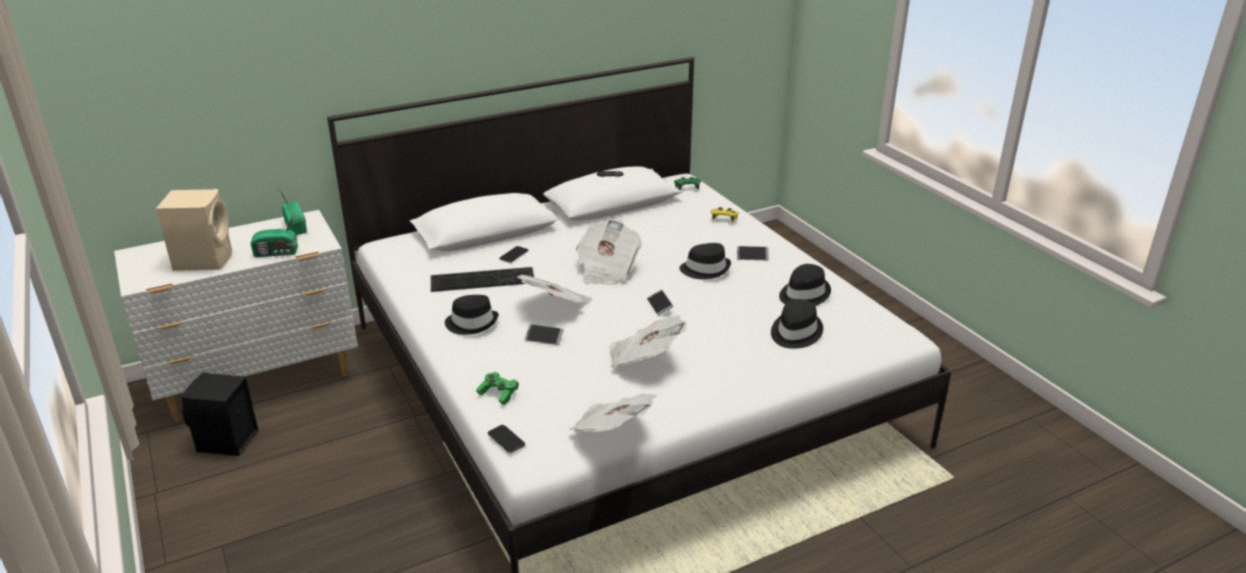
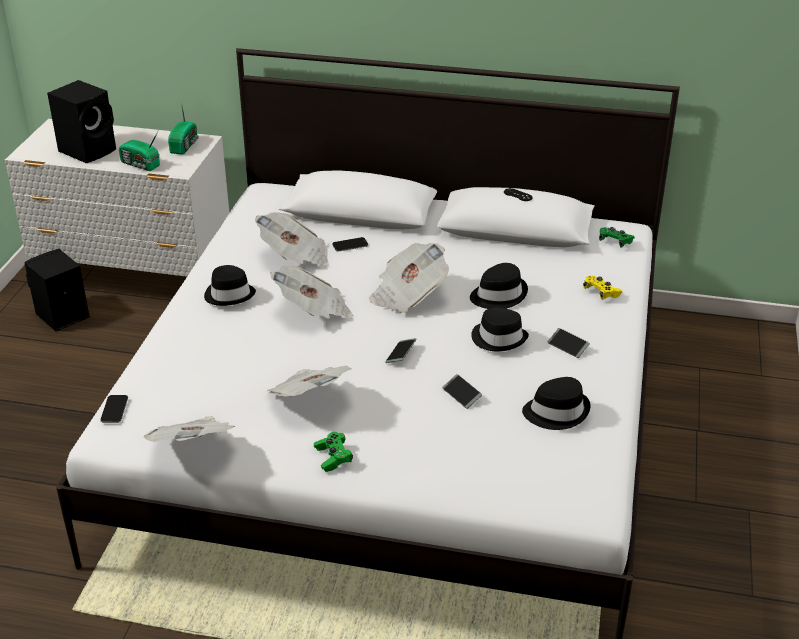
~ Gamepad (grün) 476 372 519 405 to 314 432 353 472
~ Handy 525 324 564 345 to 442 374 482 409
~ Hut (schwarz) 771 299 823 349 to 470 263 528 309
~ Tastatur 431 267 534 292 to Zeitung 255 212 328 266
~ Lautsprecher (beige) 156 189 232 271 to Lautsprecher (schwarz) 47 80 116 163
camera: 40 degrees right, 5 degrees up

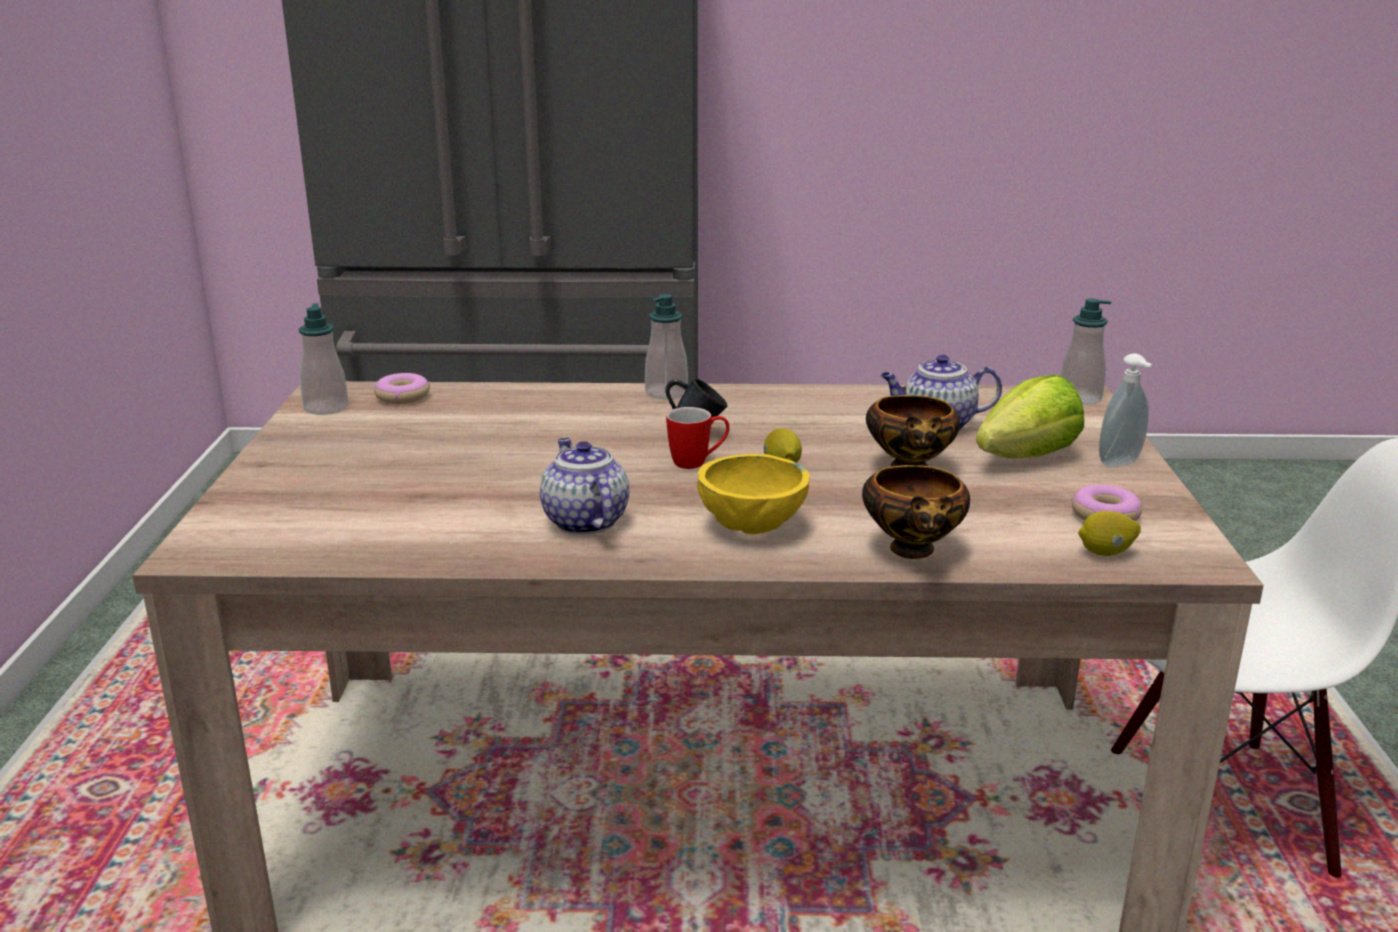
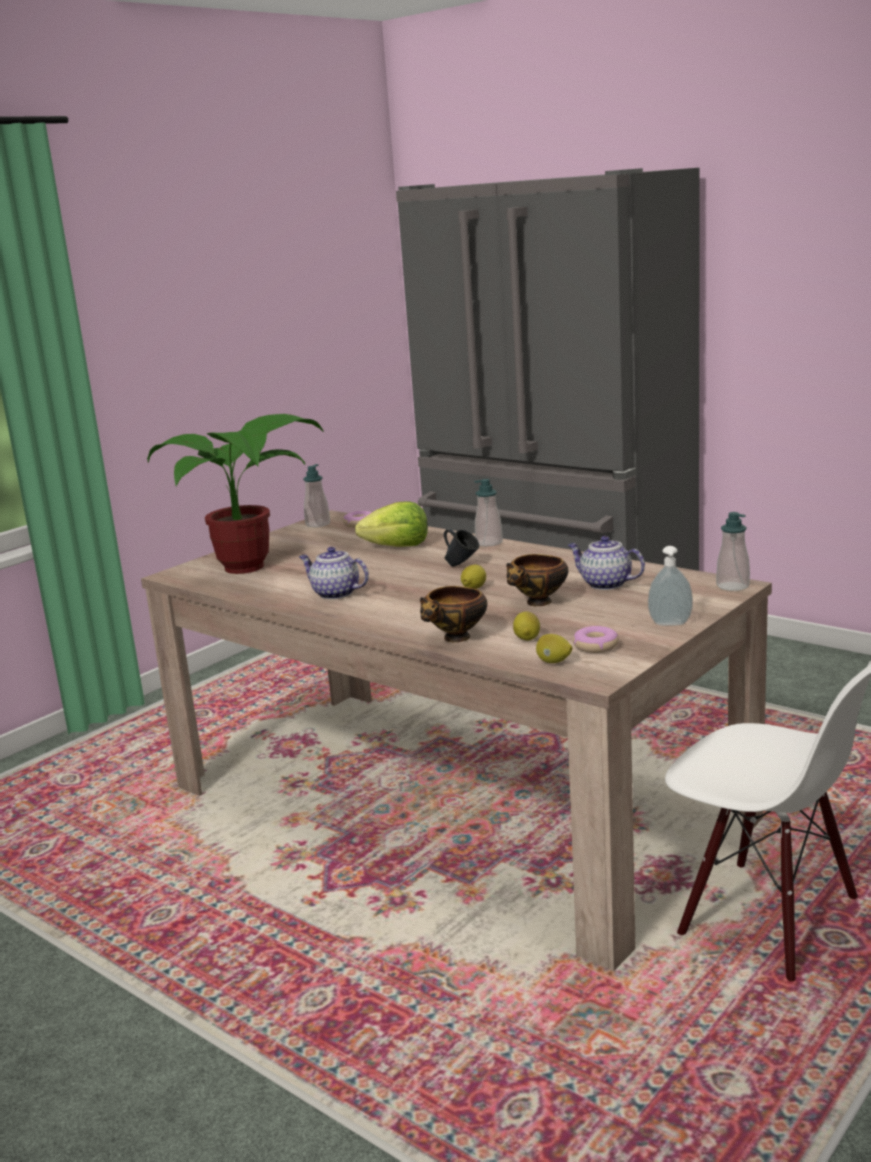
- Henkelbecher 666 407 729 469
- Schüssel (gelb) 697 454 810 534
+ Topfpflanze 147 414 324 574
+ Zitrone 513 611 540 641
~ Salatkopf 976 375 1084 459 to 355 502 428 547
~ Teekanne 540 438 629 535 = 299 547 369 599 75 degrees counterclockwise
camera: 40 degrees right, 5 degrees down

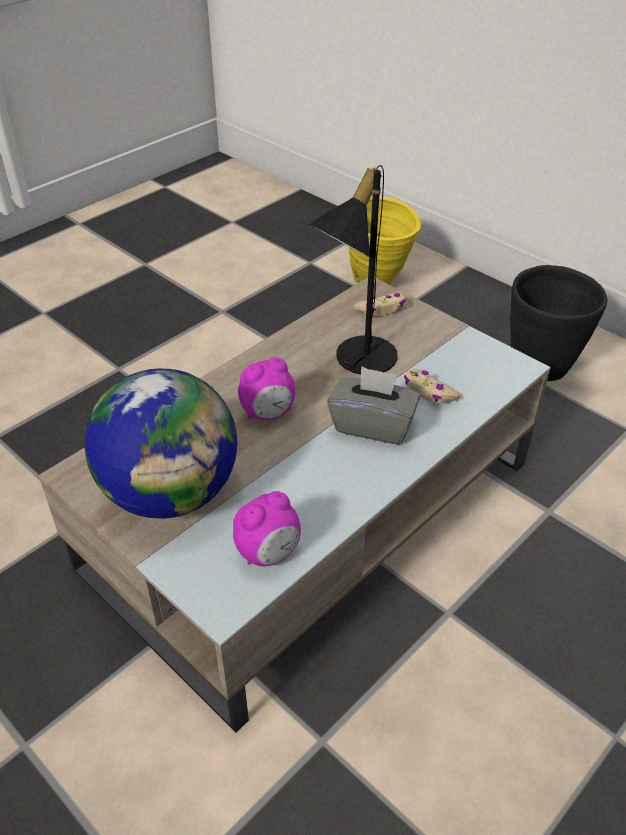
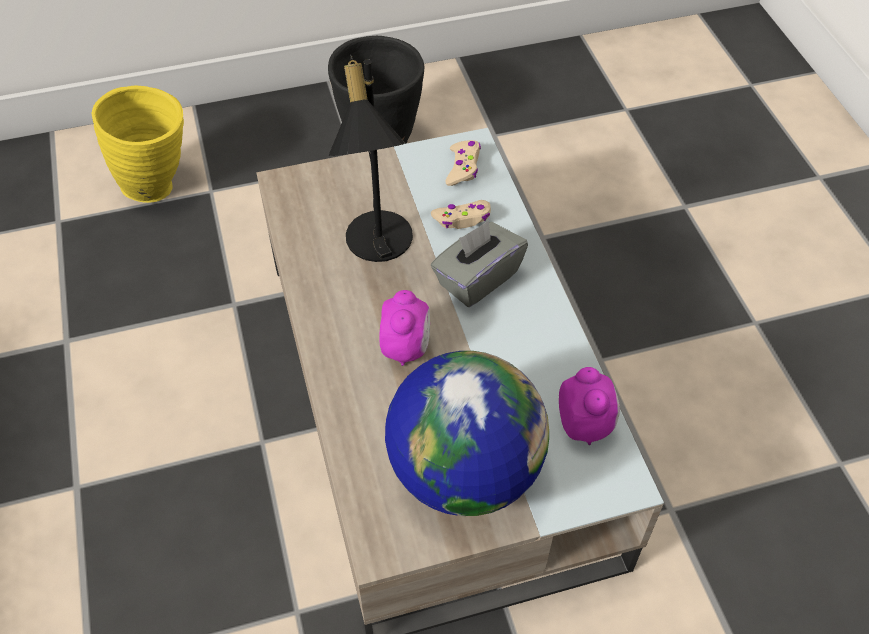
~ Gamepad (beige) 353 293 406 316 to 445 140 481 186
camera: 60 degrees left, 10 degrees up

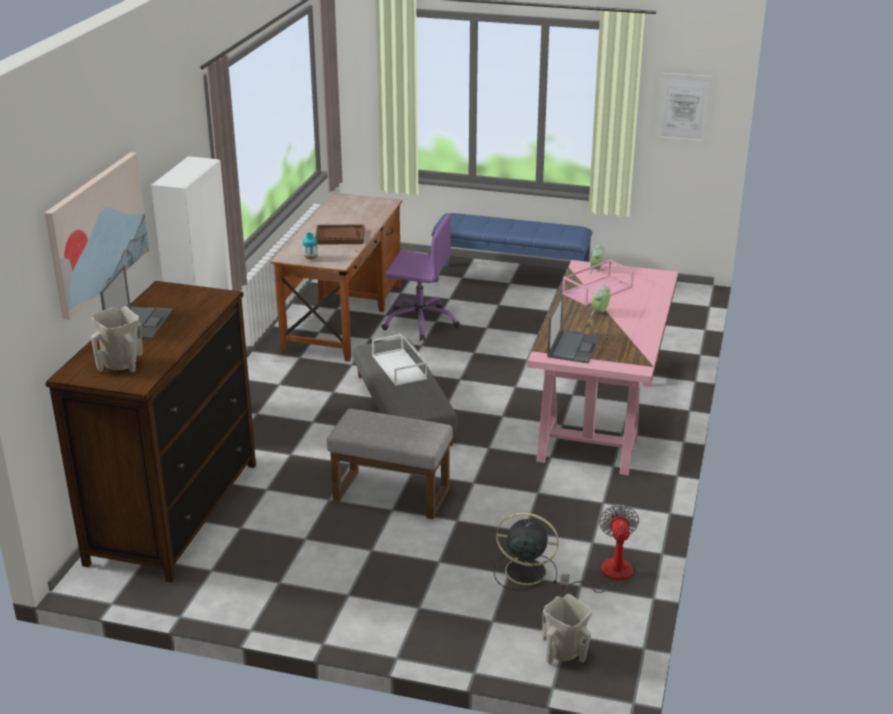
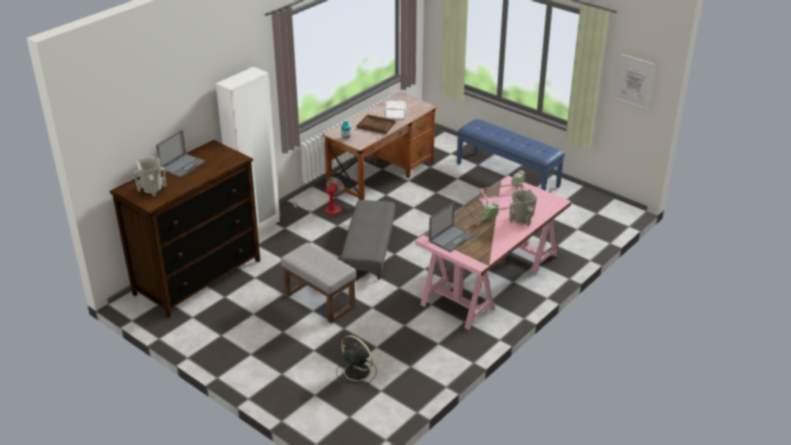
- Bild 44 152 149 320
- Bürostuhl (lila) 381 214 460 341
~ Tablett (weiß) 372 334 427 386 to 385 91 406 119
~ Vase (beige) 542 594 592 665 to 509 189 537 226
~ Ventilator 560 505 639 593 to 293 177 344 217
camera: 25 degrees right, 5 degrees up

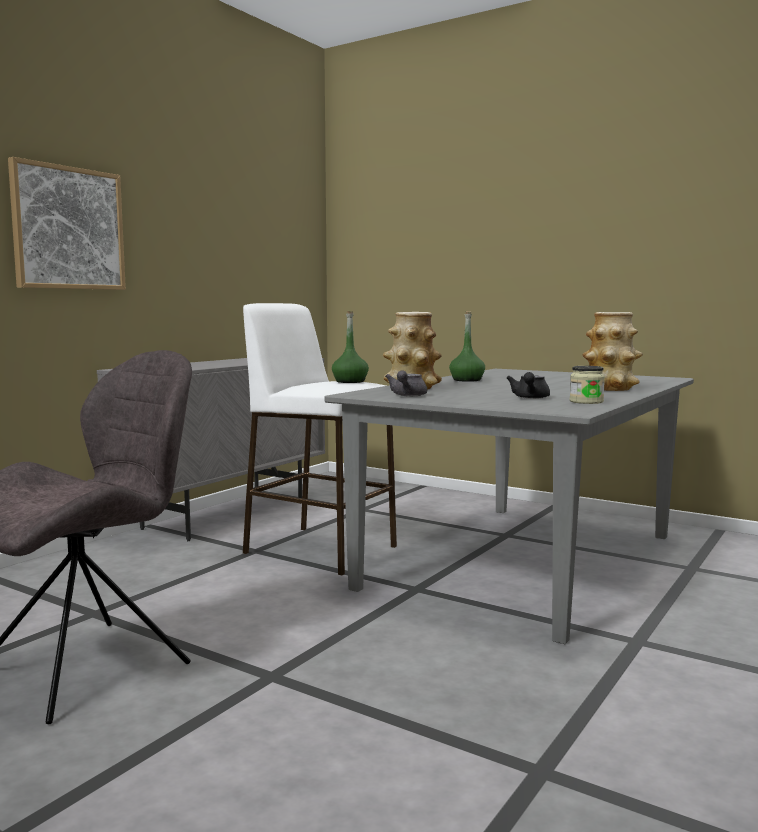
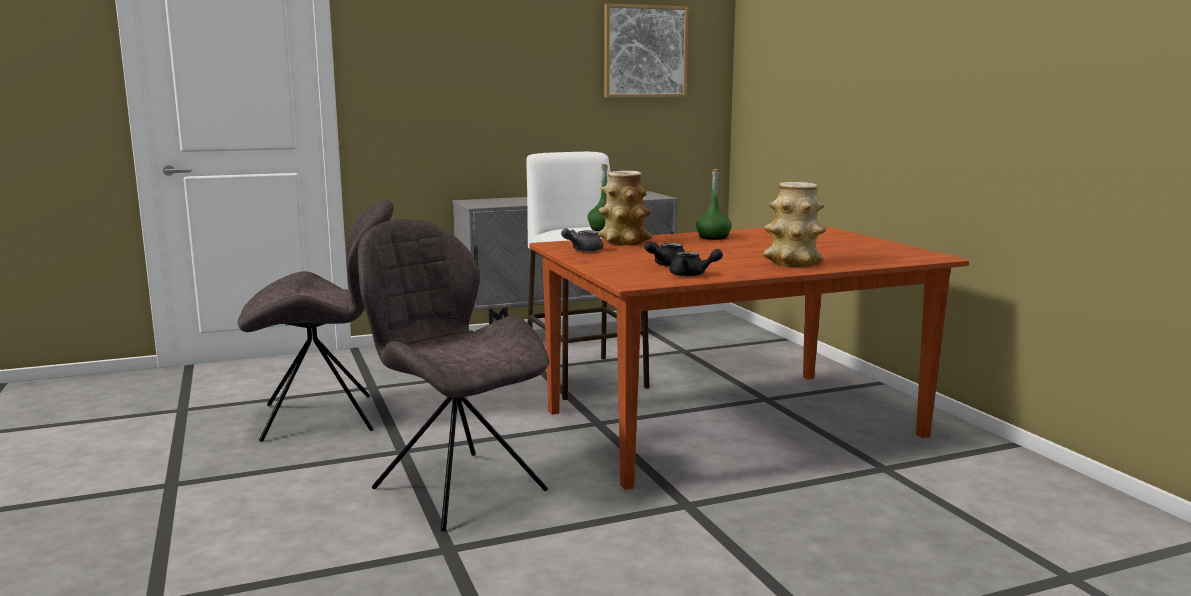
+ Stuhl (grau) 358 219 549 531
~ Bild 8 157 126 290 to 604 4 688 97
~ Vorratsglas 570 366 605 404 to Teekanne (schwarz) 670 249 723 277
~ Esstisch (grau) 324 369 694 644 to Esstisch (braun) 529 225 969 490
camera: 35 degrees right, 5 degrees up

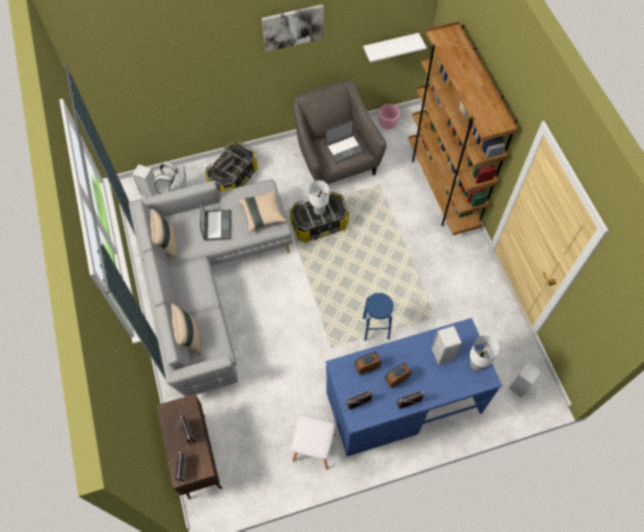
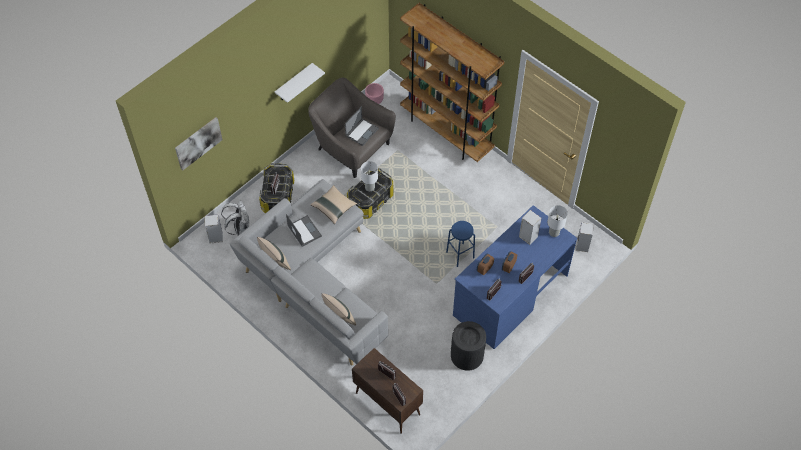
~ Bild 262 4 324 52 to 175 117 222 170
~ Wandregal (weiß) 363 33 427 62 to 275 63 325 103
~ Hocker (weiß) 291 415 336 470 to Mülleimer (schwarz) 451 321 486 371
camera: 30 degrees left, 5 degrees down

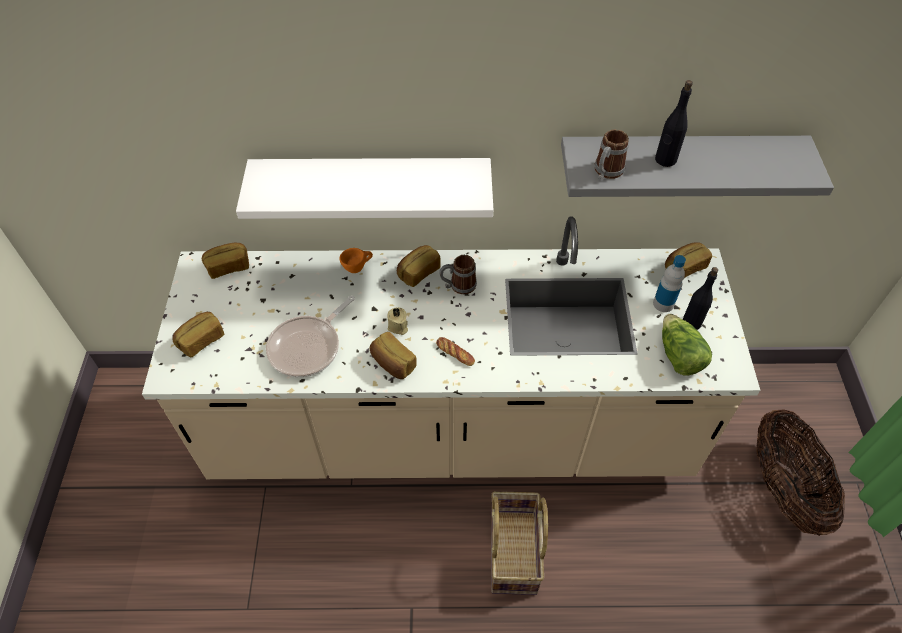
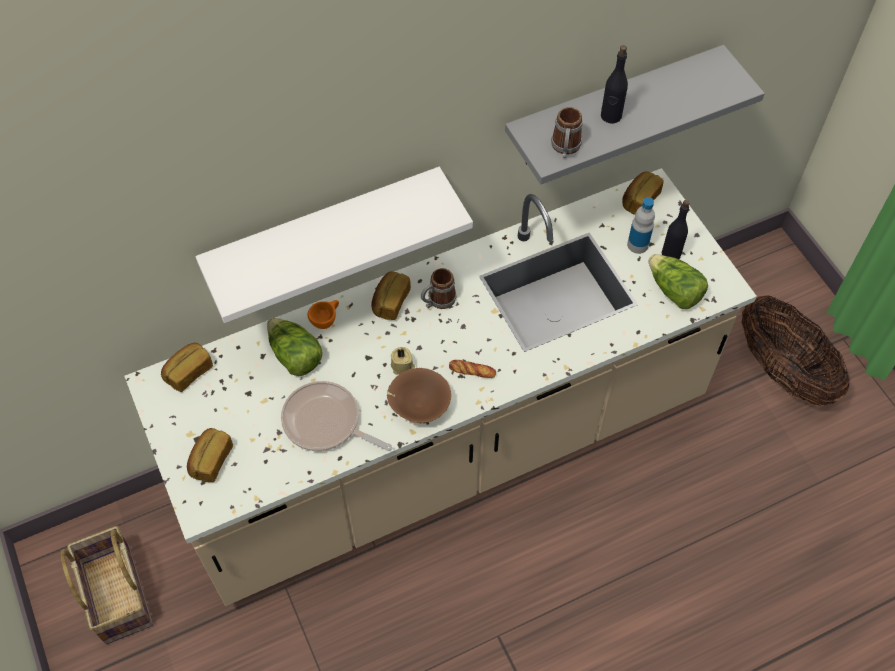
+ Salatkopf 267 318 322 376
~ Korb 491 491 548 595 to 61 526 153 644
~ Brot 370 332 417 379 to Schüssel (braun) 387 368 451 423
~ Pfanne 266 296 355 377 = 281 381 392 451 105 degrees clockwise
camera: 25 degrees left, 5 degrees up

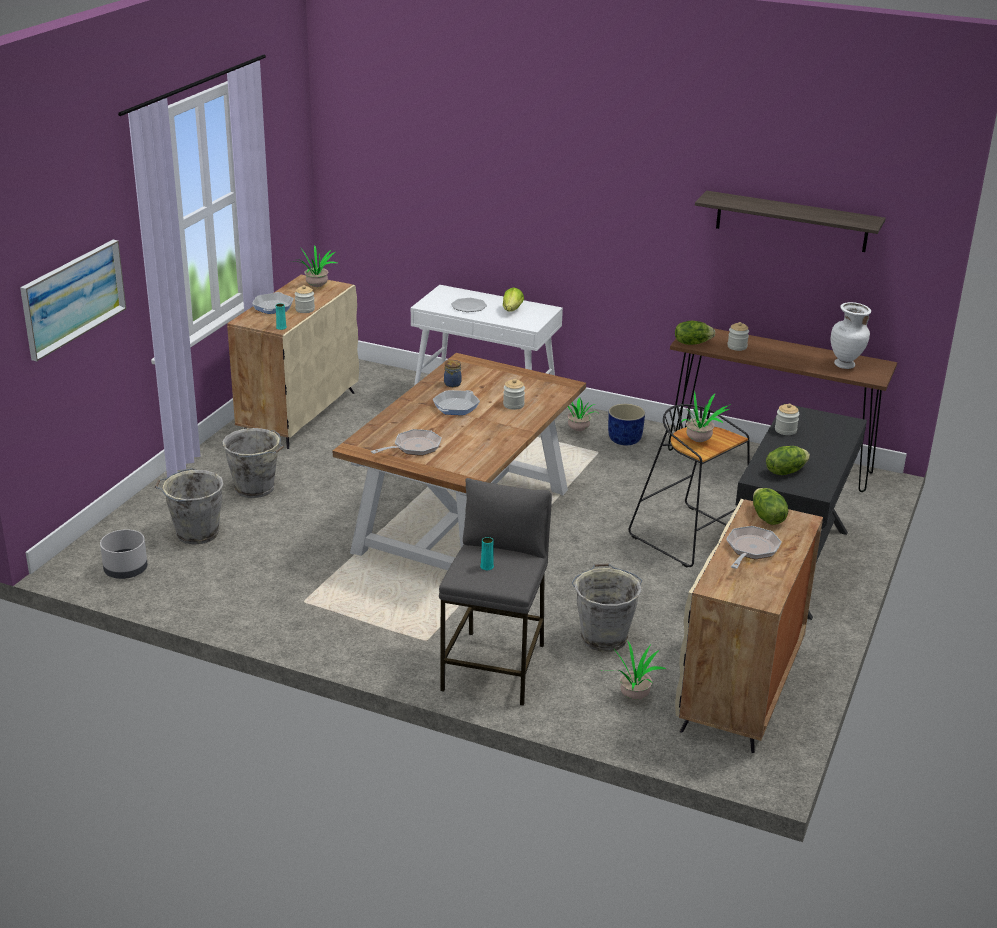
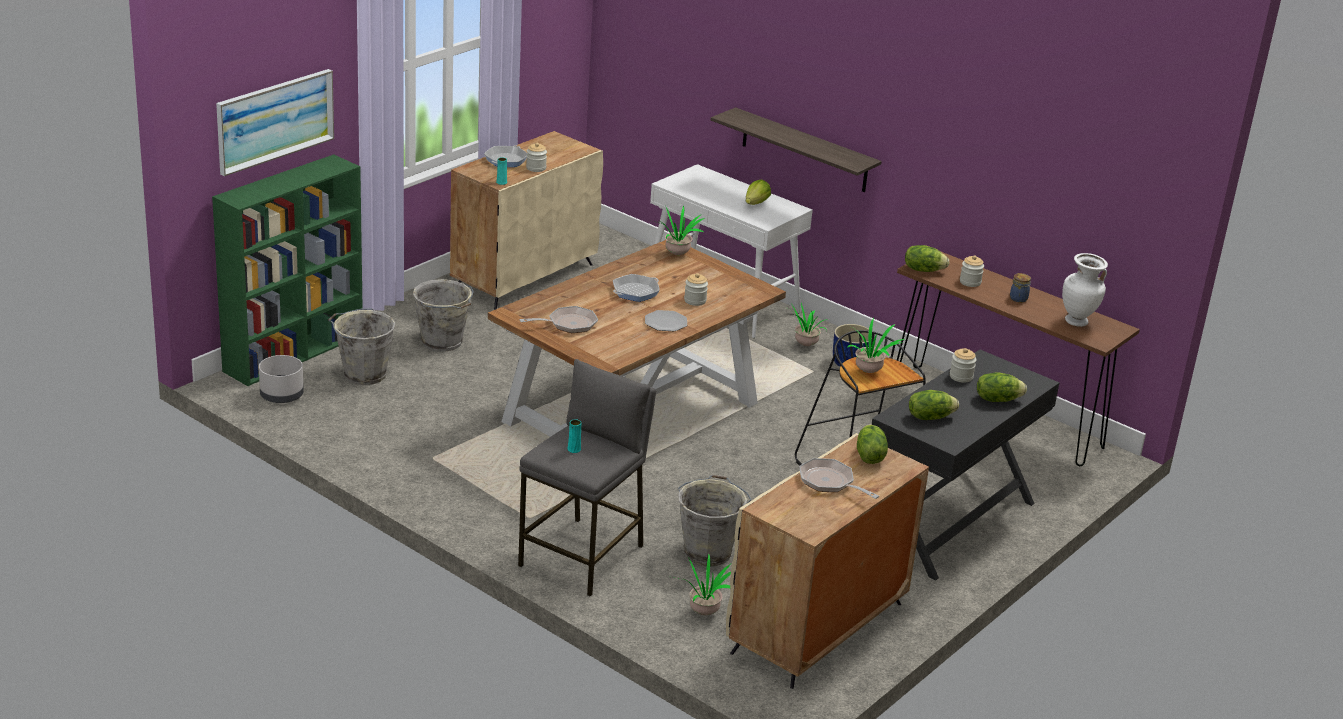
+ Bücherregal (grün) 212 154 363 386
+ Salatkopf 977 373 1027 402
~ Topfpflanze 294 245 337 287 to 657 206 705 255
~ Vorratsglas 444 360 461 387 to 1010 273 1031 303
~ Teller 451 298 487 312 to 645 310 687 331
~ Wandregal 695 191 886 252 to 711 107 882 192
~ Pfanne 726 526 782 569 = 800 458 879 499 90 degrees counterclockwise
camera: 15 degrees right, 0 degrees up

